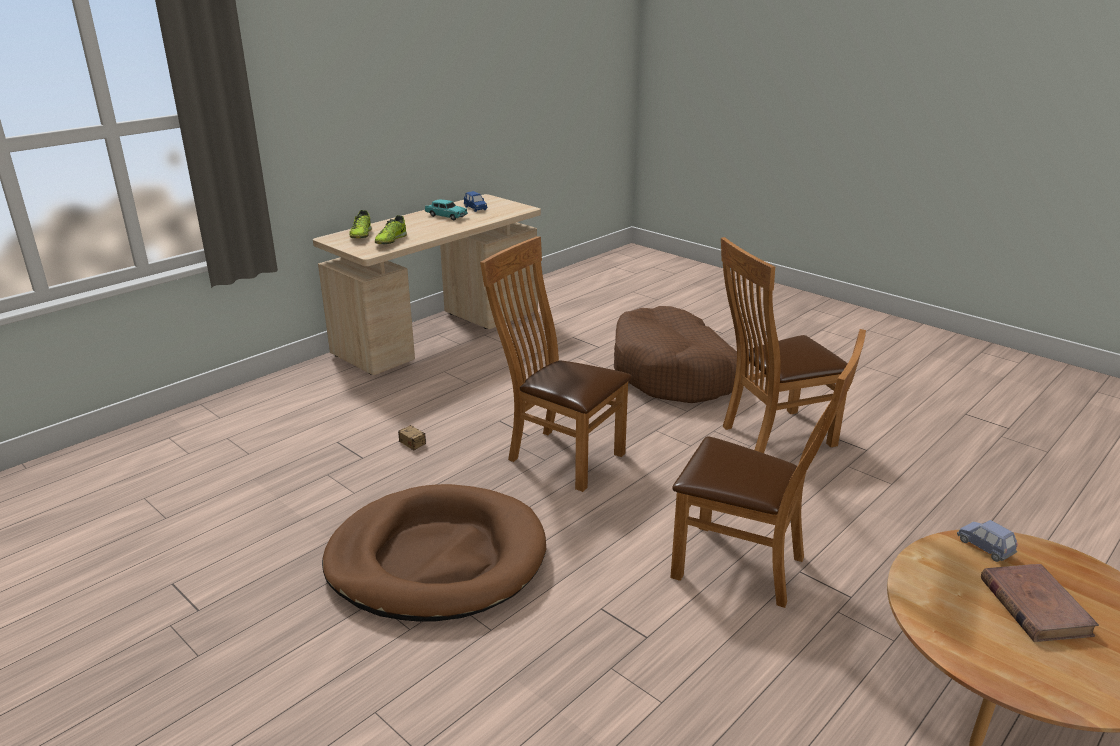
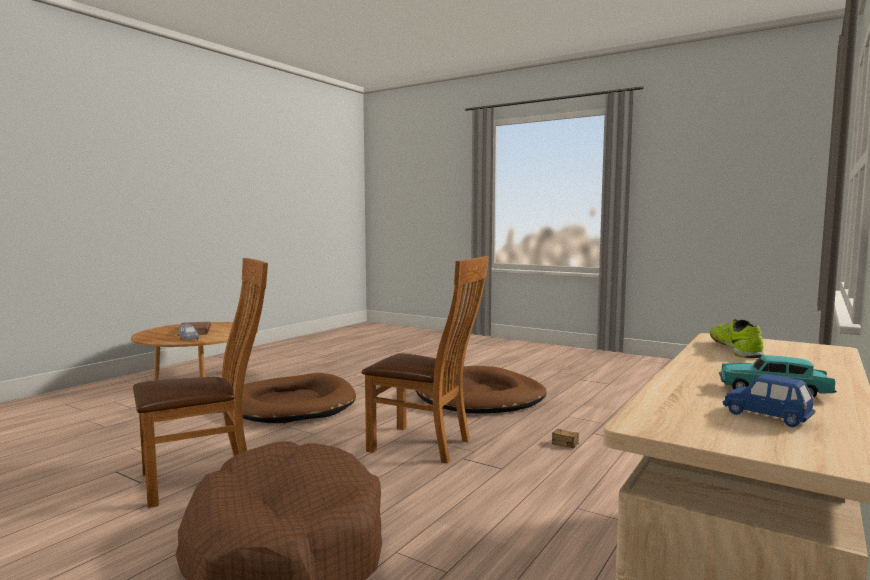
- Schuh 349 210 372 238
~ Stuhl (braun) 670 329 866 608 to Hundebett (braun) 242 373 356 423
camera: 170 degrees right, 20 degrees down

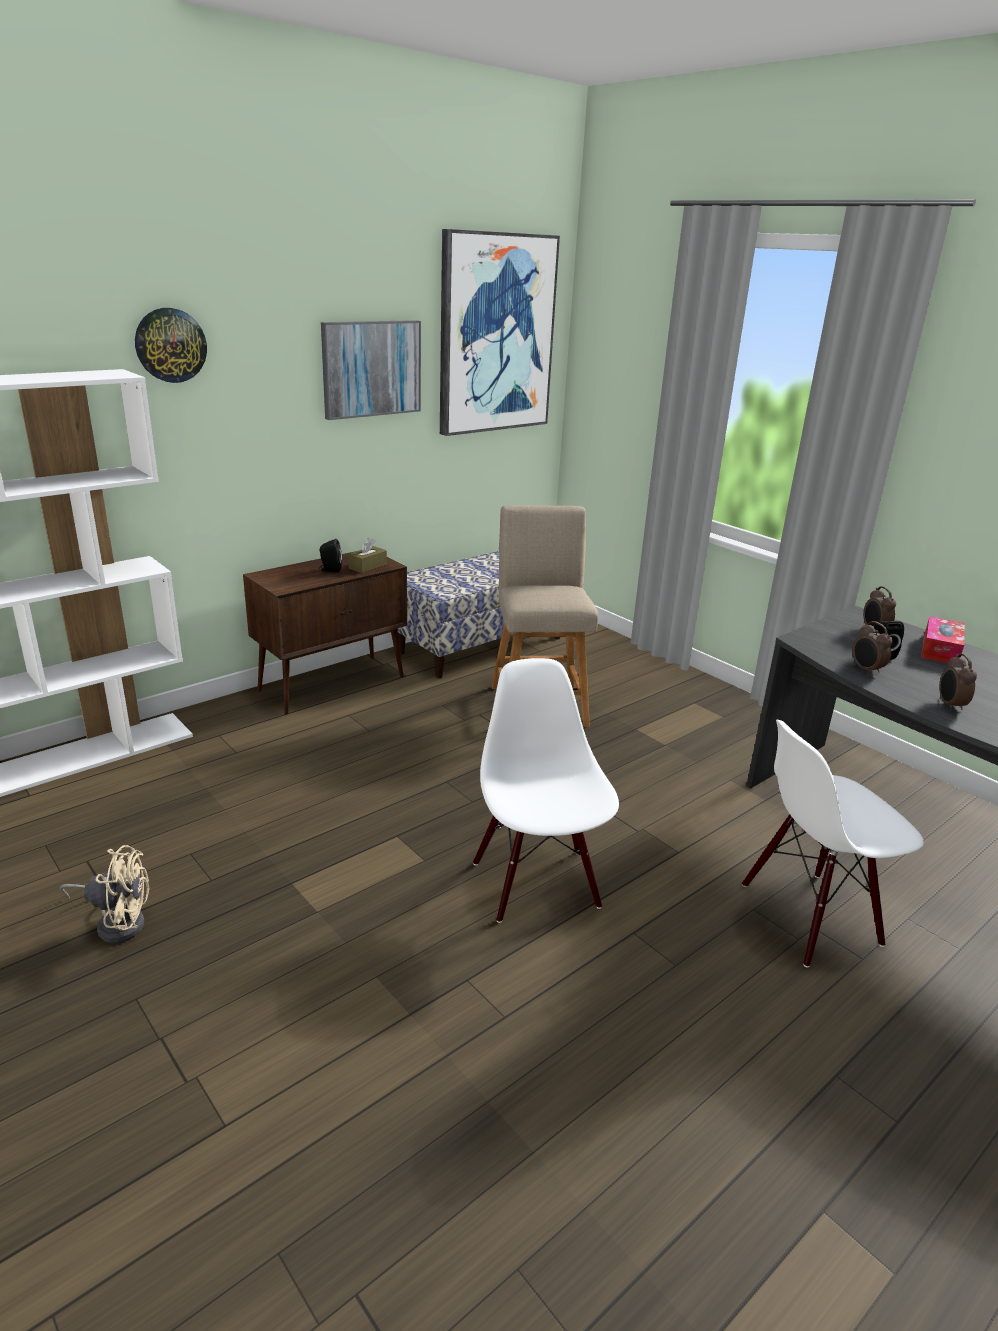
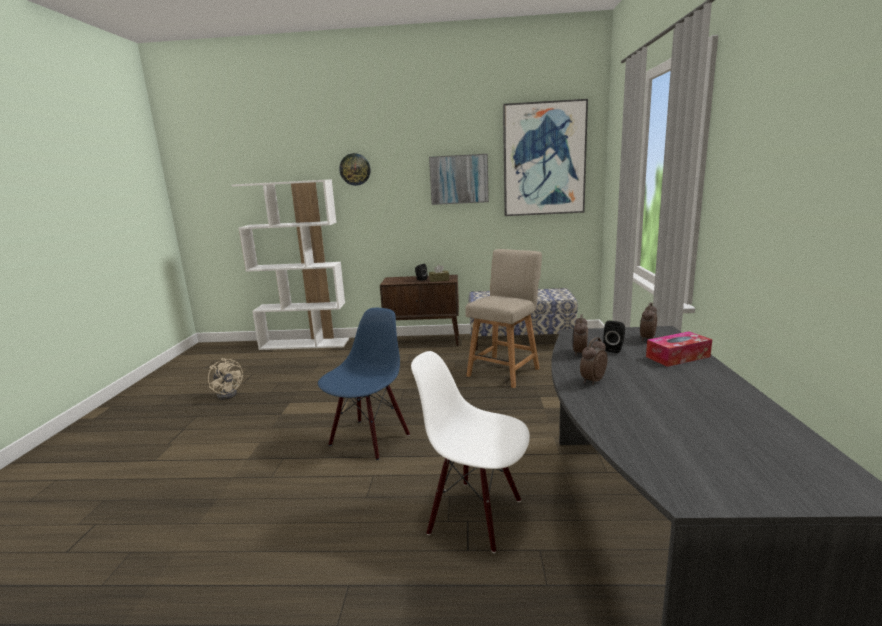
~ Stuhl (weiß) 473 658 619 923 to Stuhl (blau) 318 308 410 460
camera: 45 degrees right, 10 degrees down

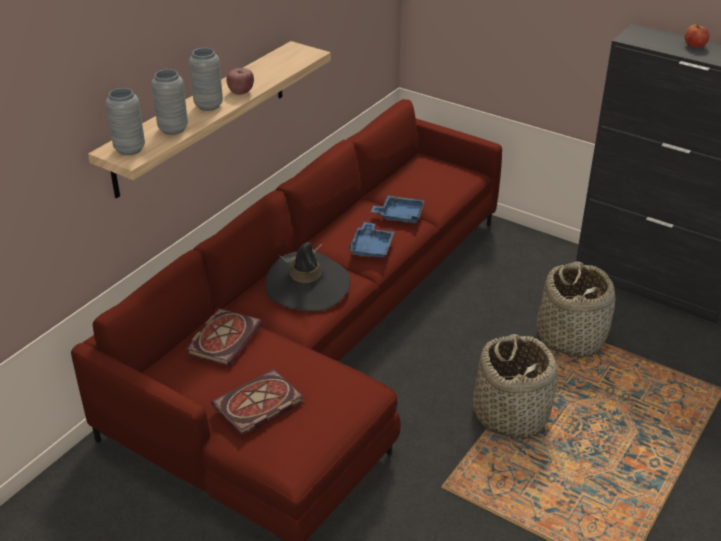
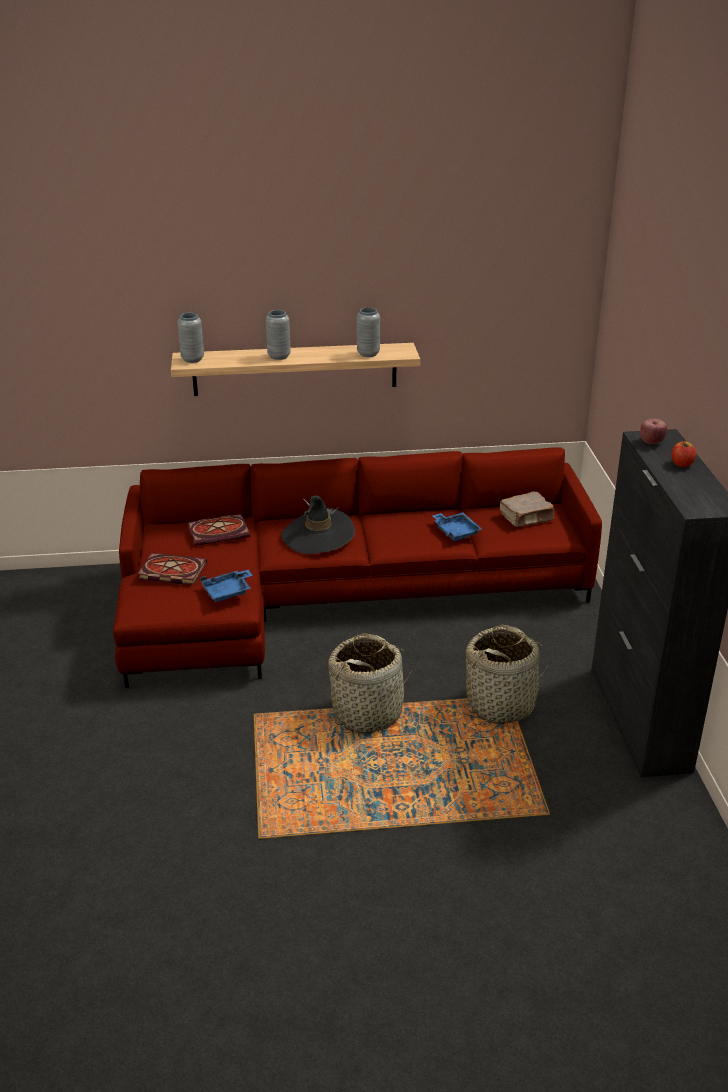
+ Buch (braun) 500 492 555 527
~ Vase (grau) 151 69 188 135 to 357 307 380 357
~ Apfel 226 68 254 95 to 640 419 667 444
~ Tablett (blau) 349 222 395 258 to 200 570 253 602
camera: 50 degrees right, 5 degrees down

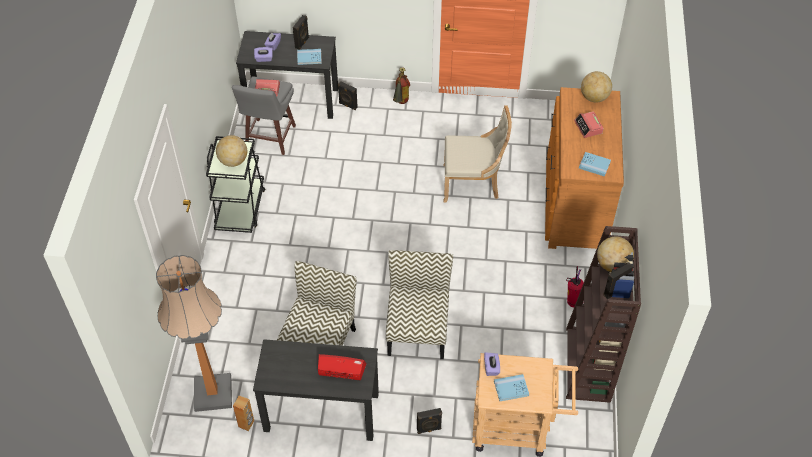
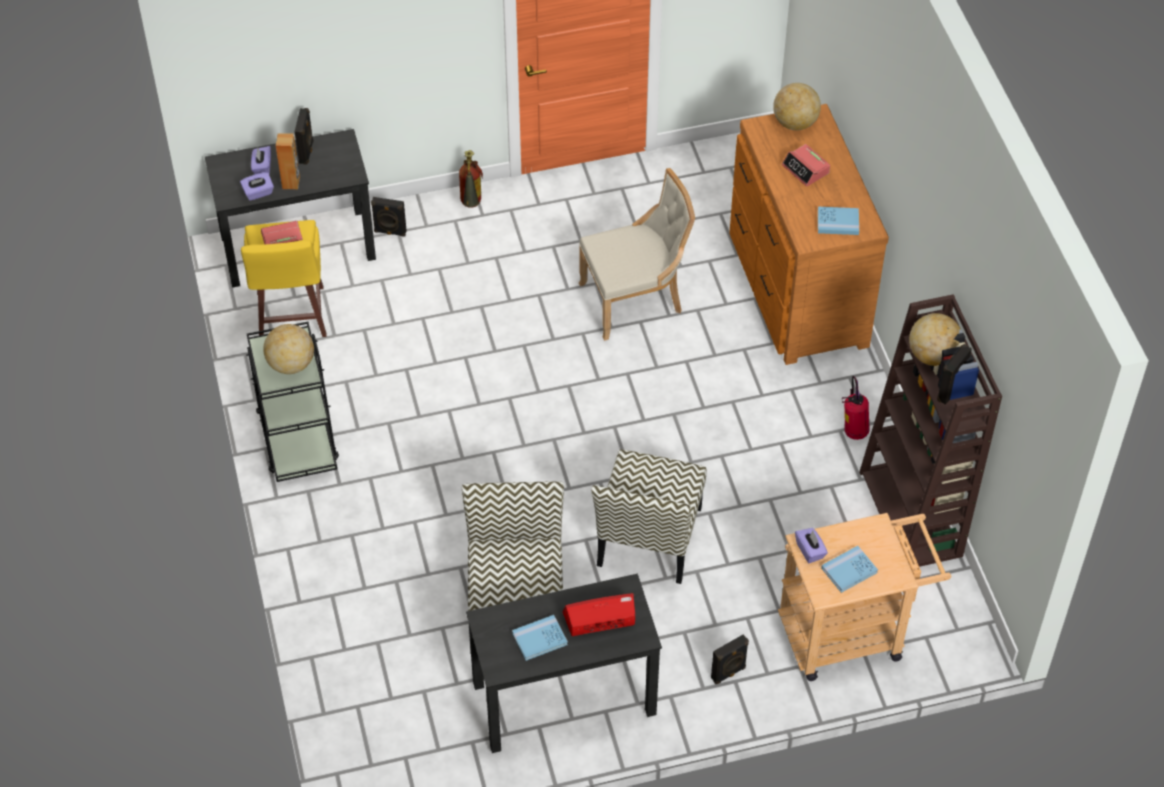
- Stehlampe 156 255 232 412
~ Lautsprecher (braun) 233 396 254 431 to 276 133 300 190
~ Buch (blau) 297 49 322 65 to 512 615 568 661
~ Hocker (grau) 232 77 296 155 to Hocker (gelb) 241 220 327 337
~ Stuhl 386 250 453 359 = 591 449 707 584 150 degrees counterclockwise
camera: 20 degrees left, 0 degrees up

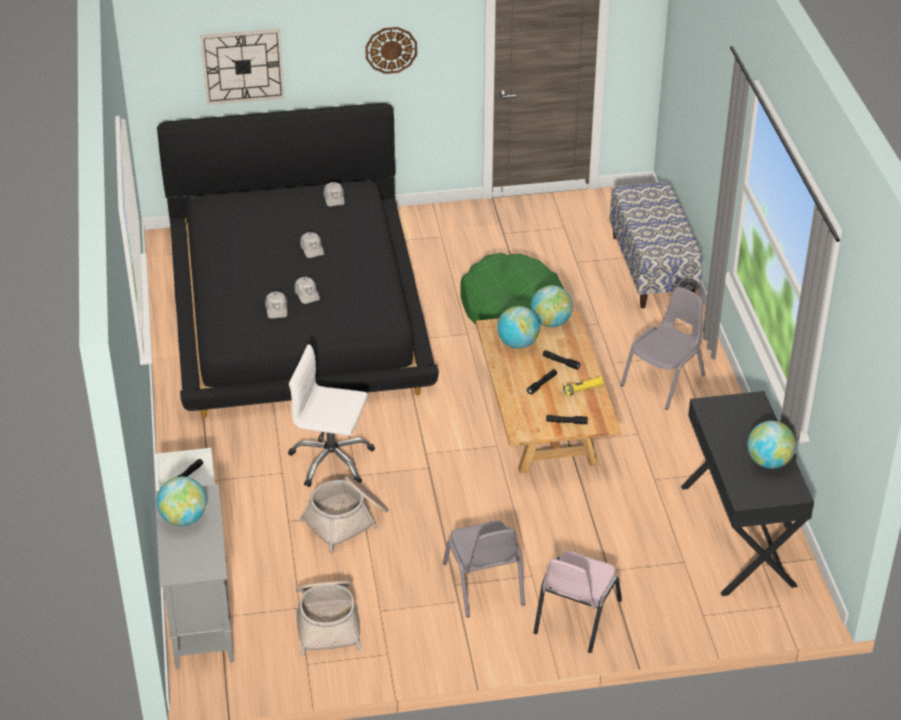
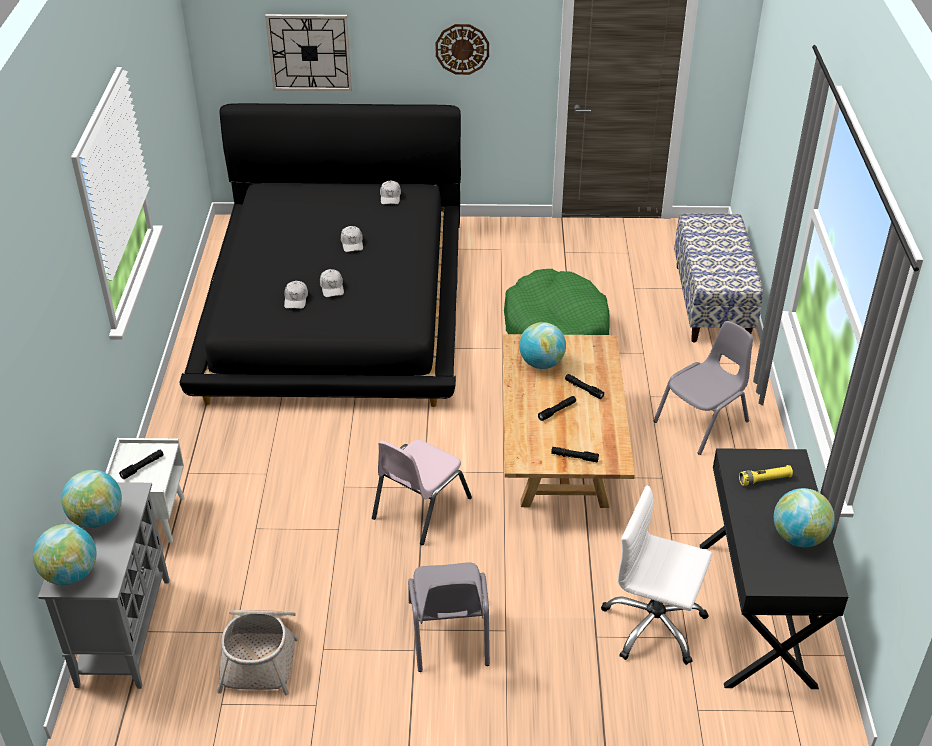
- Korb 299 475 389 553
~ Bürostuhl (weiß) 288 344 375 487 to 601 485 712 665
~ Globus 531 285 573 327 to 33 524 97 585
~ Stuhl (rosa) 533 551 622 653 to 372 440 472 545
~ Taschenlampe (gelb) 562 376 604 396 to 739 465 793 485
camera: 10 degrees right, 0 degrees up

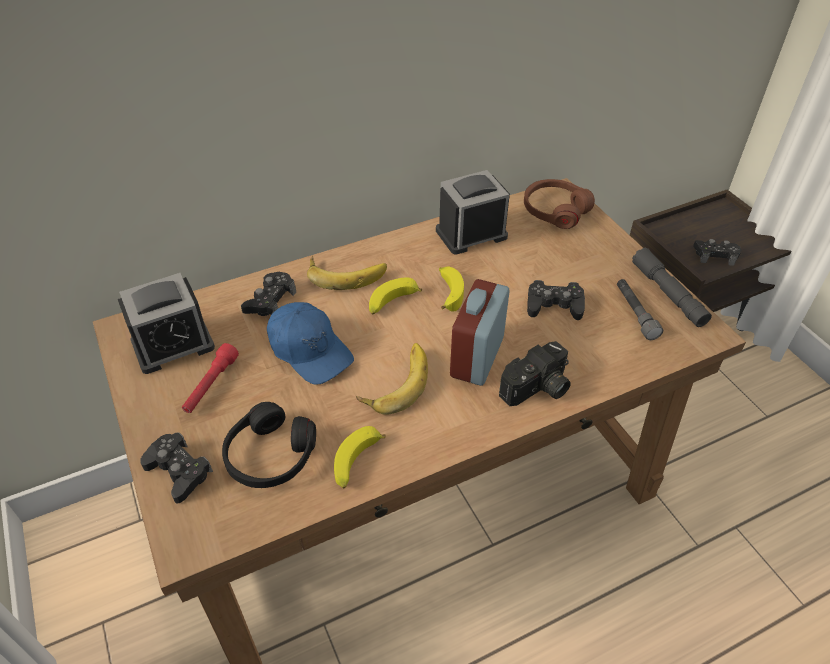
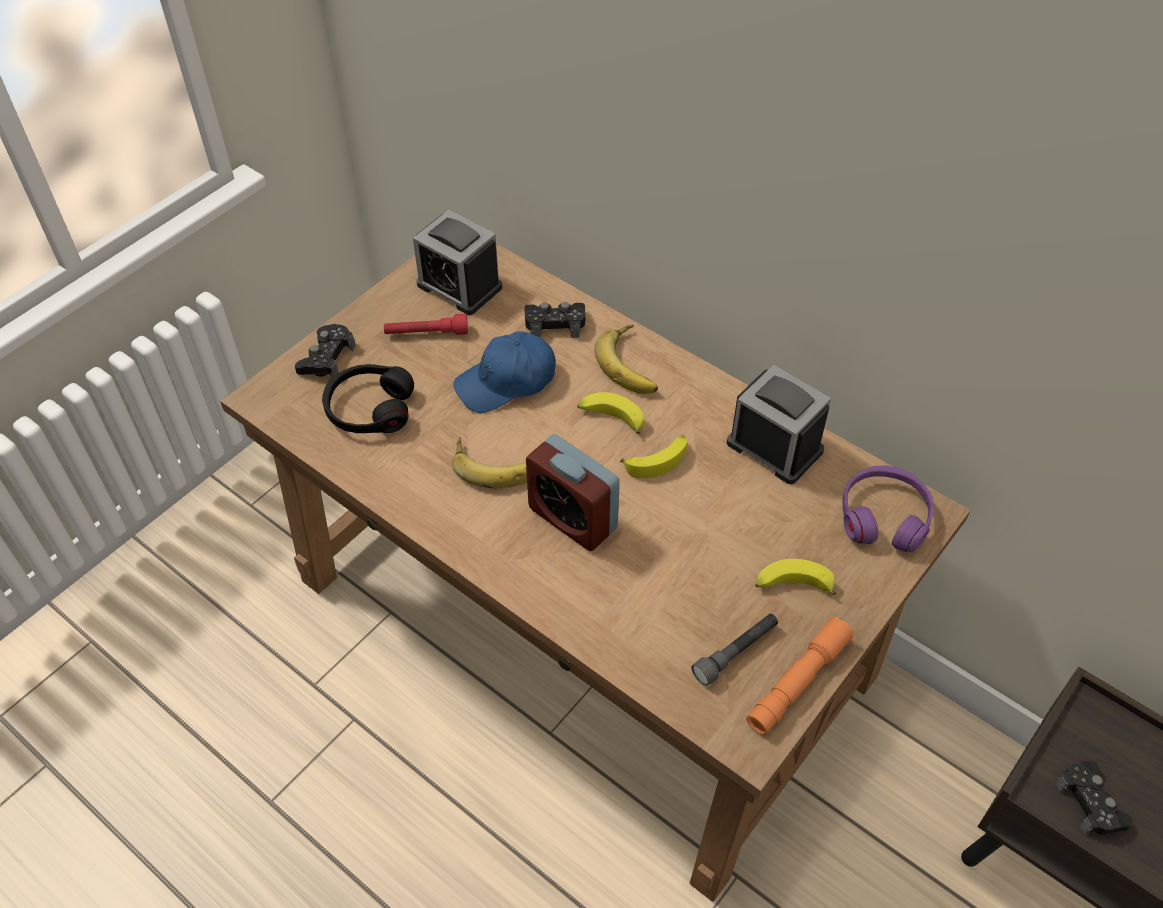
- Kamera 499 341 571 406
- Gamepad (schwarz) 527 280 585 320
~ Banane 334 426 385 489 to 755 559 836 595
~ Kopfhörer (braun) 524 179 595 229 to Kopfhörer (lila) 842 466 934 552
~ Taschenlampe (grau) 632 248 712 327 to Taschenlampe (orange) 746 617 854 735
~ Kappe (blau) 267 302 354 385 = 453 331 556 413 45 degrees clockwise
~ Wecker 450 279 510 386 = 526 434 620 551 135 degrees counterclockwise
camera: 65 degrees right, 5 degrees up

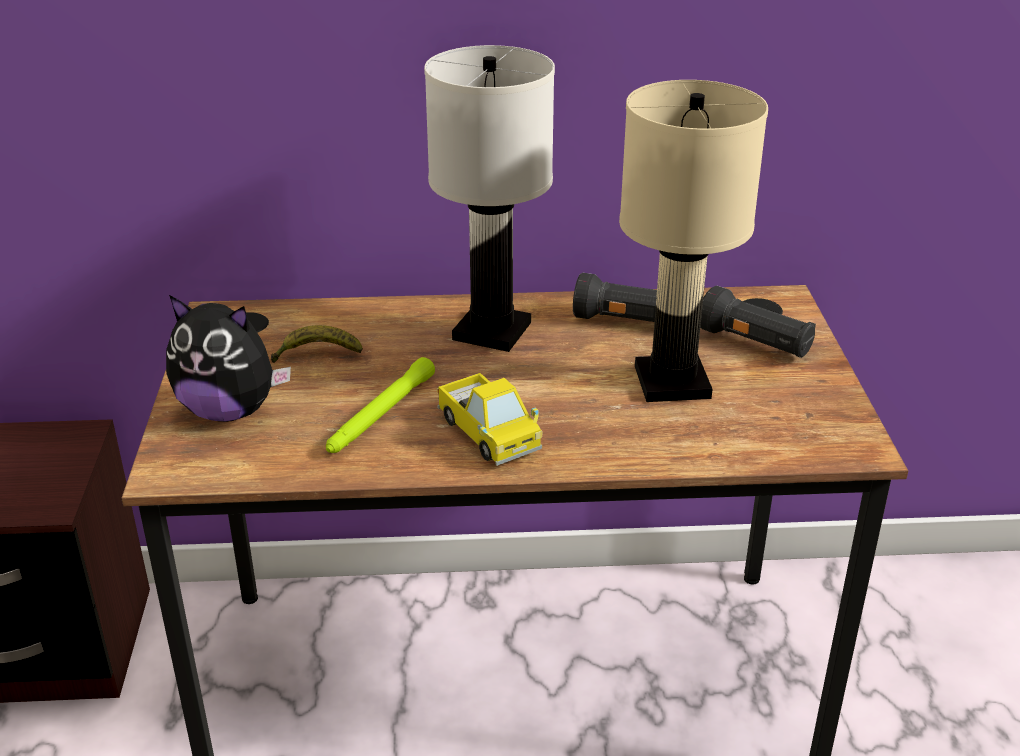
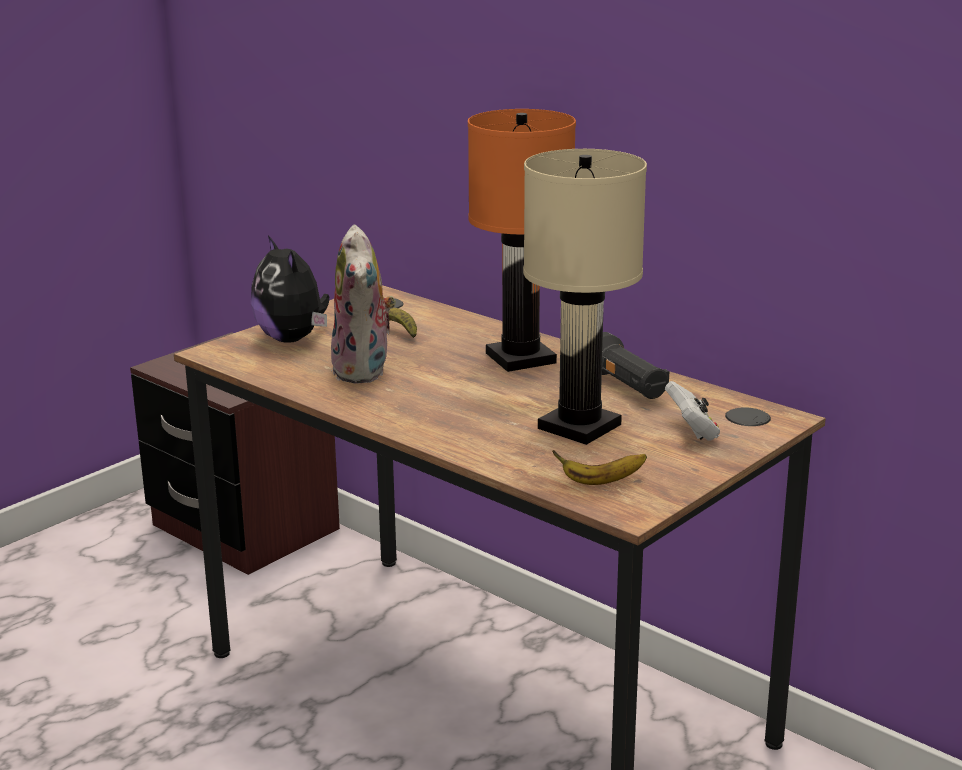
- Spielzeuglaster 437 373 542 466
+ Banane 552 450 647 485
~ Taschenlampe (grün) 326 357 435 453 to Plüschtier 331 225 396 384
~ Taschenlampe (schwarz) 700 286 816 358 to Gamepad (weiß) 665 381 720 441
~ Tischlampe (weiß) 424 45 555 352 to Tischlampe (orange) 468 109 576 372
camera: 45 degrees right, 10 degrees down

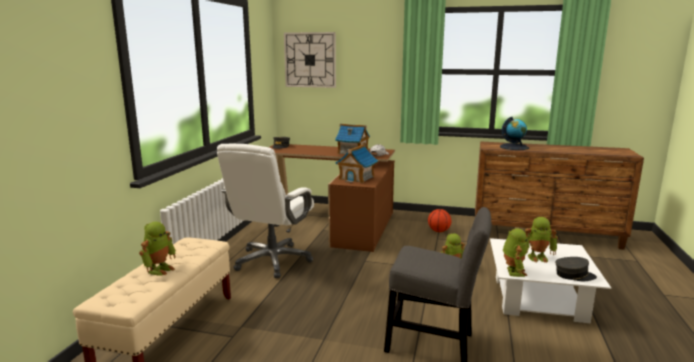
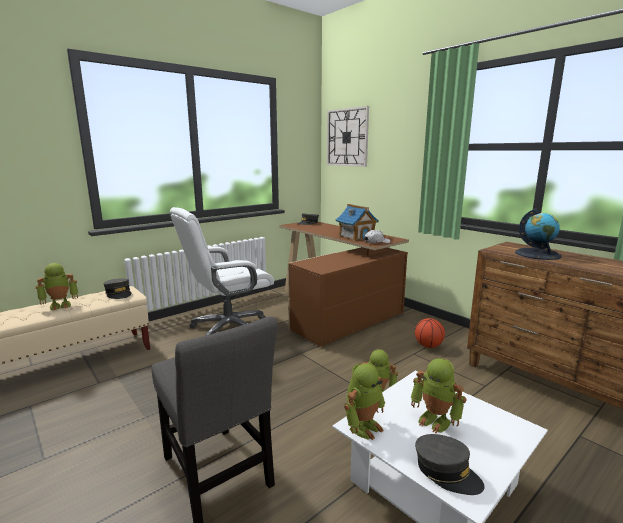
- Spielzeughaus 335 144 378 183
+ Kappe (grau) 104 278 131 299
camera: 35 degrees right, 0 degrees up

